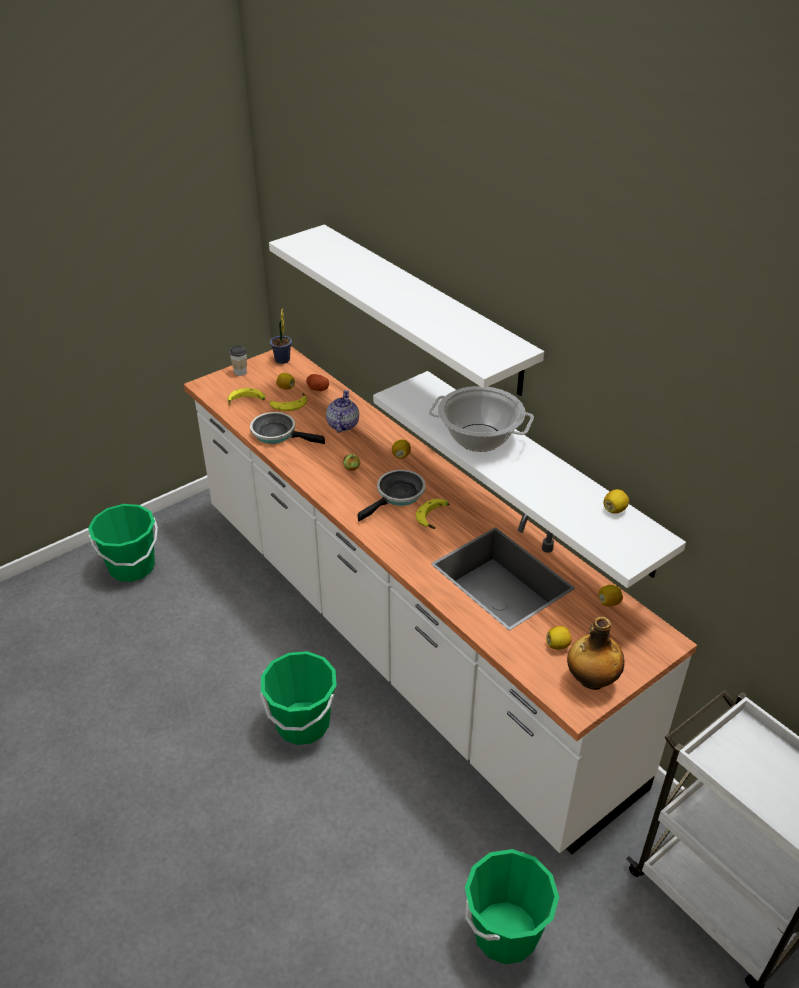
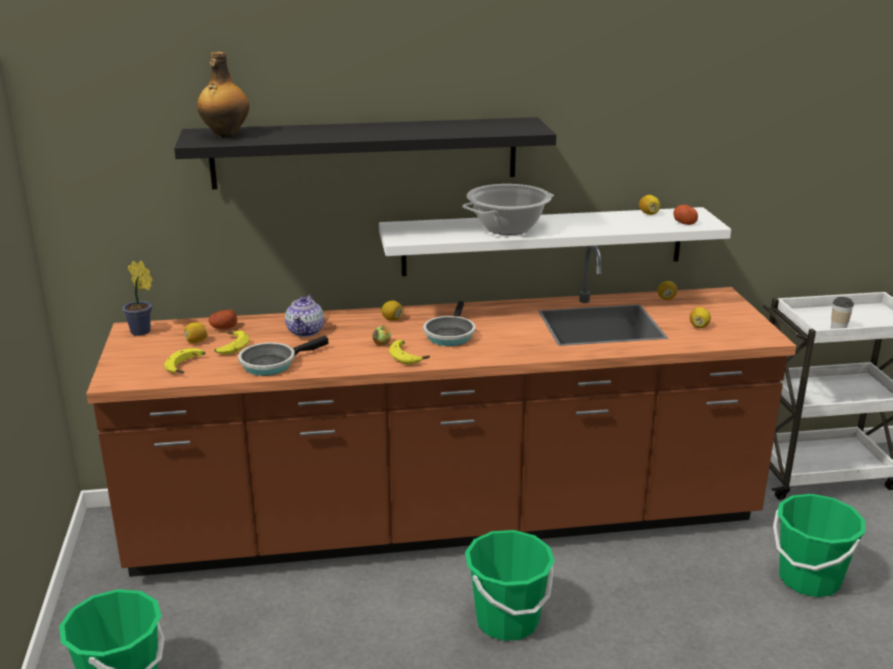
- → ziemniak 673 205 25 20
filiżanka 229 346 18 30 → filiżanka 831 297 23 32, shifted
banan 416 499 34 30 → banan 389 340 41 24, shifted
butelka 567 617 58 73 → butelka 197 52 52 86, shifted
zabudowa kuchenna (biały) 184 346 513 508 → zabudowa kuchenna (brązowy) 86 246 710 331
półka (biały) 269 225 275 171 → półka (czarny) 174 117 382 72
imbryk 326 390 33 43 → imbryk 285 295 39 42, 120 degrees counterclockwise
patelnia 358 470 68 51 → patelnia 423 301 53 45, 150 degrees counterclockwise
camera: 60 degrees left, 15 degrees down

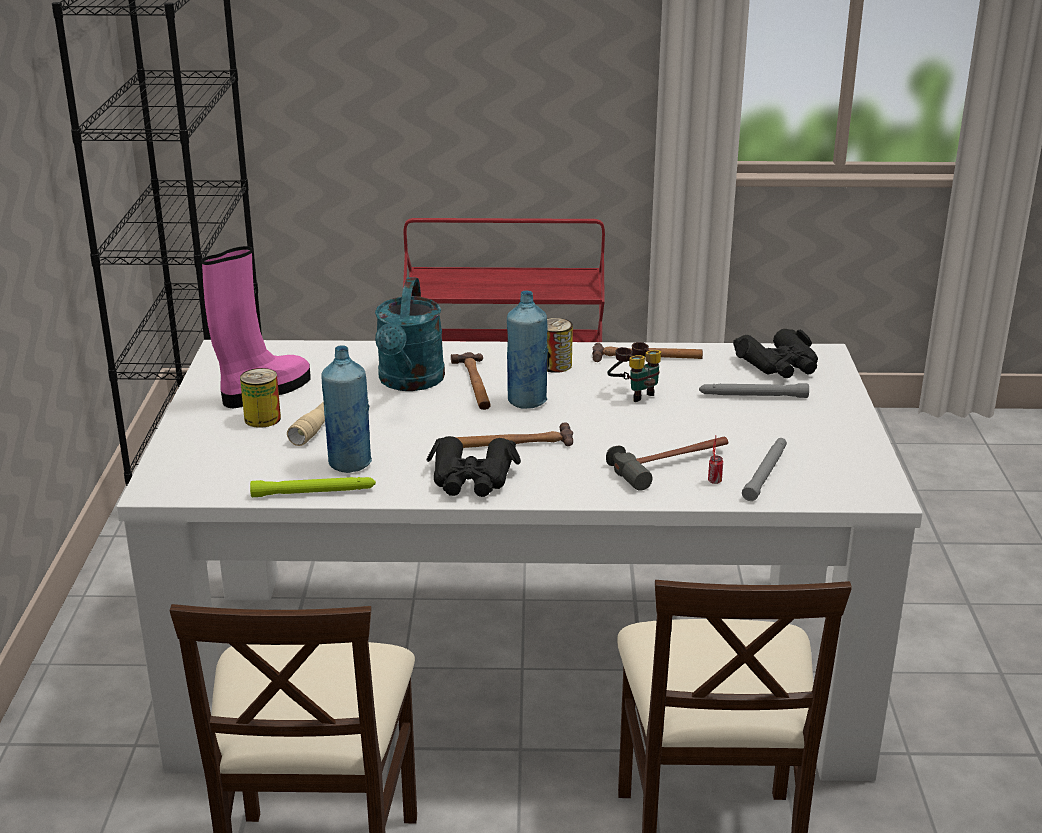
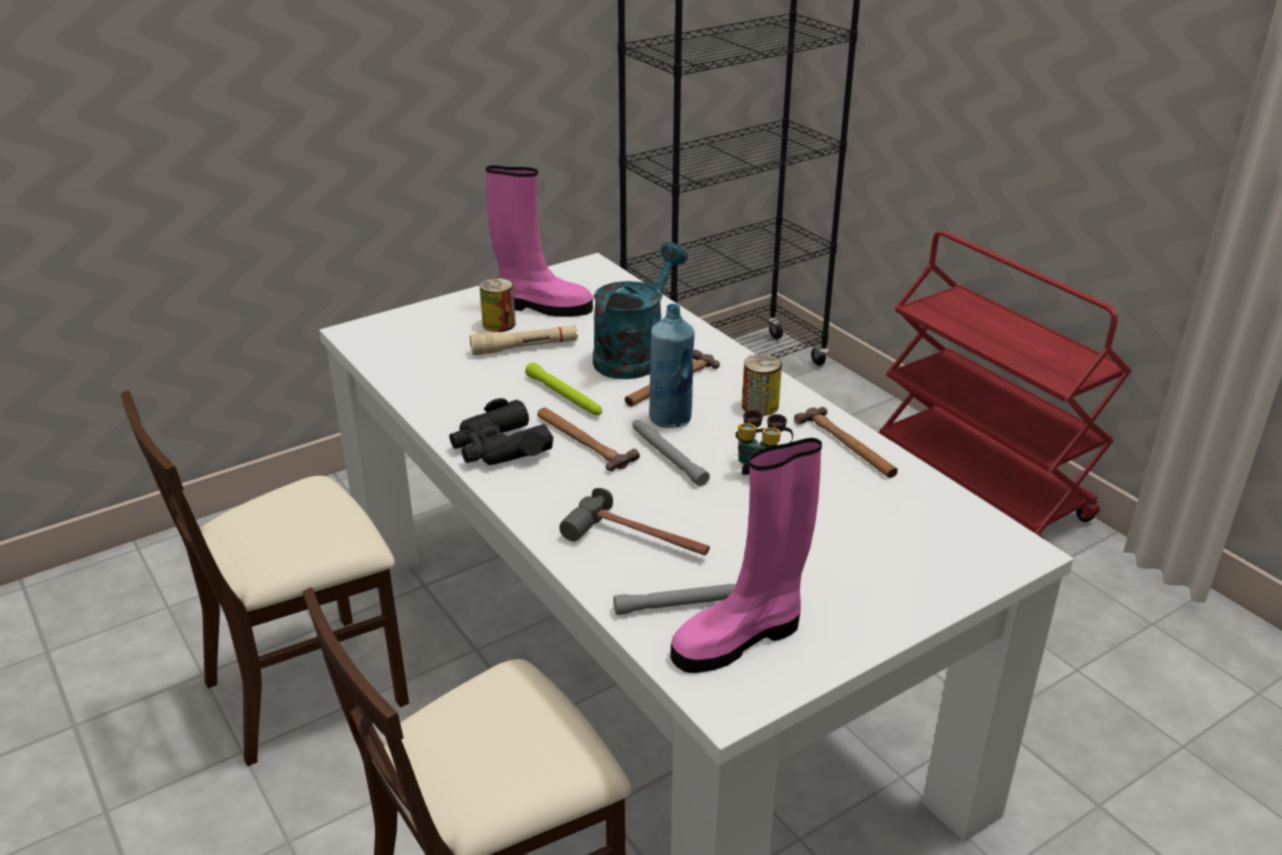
butelka (niebieski) 321 346 51 127 → -
puszka 708 437 15 47 → -
lornetka (czarny) 733 329 85 49 → -
- → but z cholewką (różowy) 671 438 151 235
latarka (zielony) 250 477 126 20 → latarka (zielony) 525 362 77 53, shifted
latarka (szary) 699 383 110 15 → latarka (szary) 632 420 78 66, shifted
konewka (turkusowy) 375 277 70 114 → konewka (turkusowy) 593 242 95 137, 150 degrees clockwise
camera: 55 degrees right, 5 degrees up

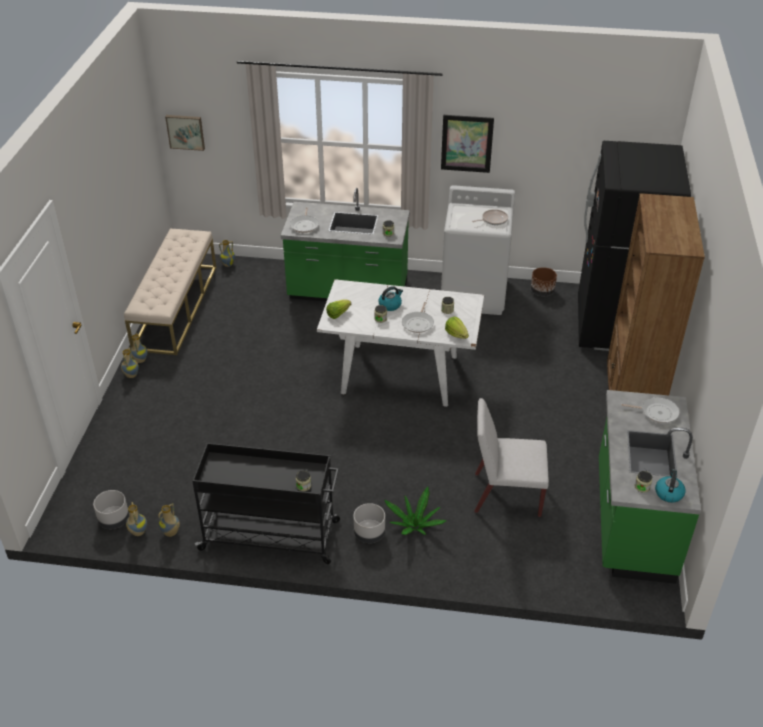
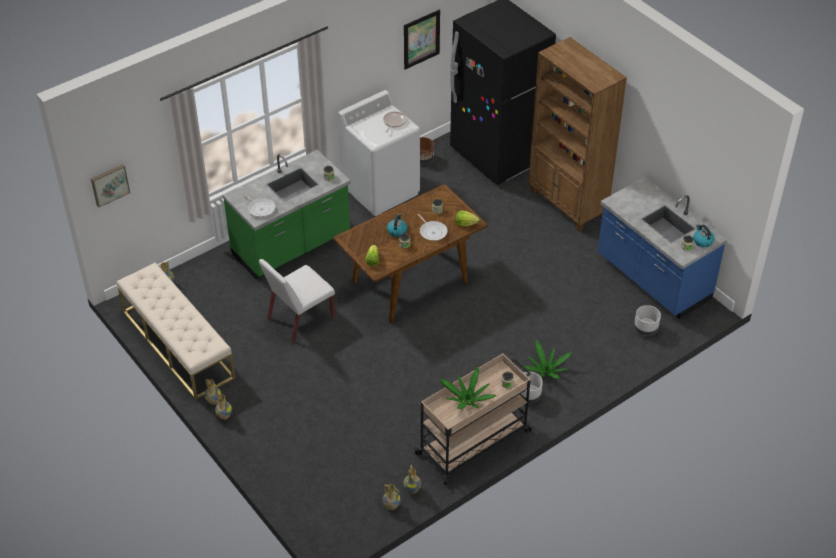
patelnia 621 397 59 26 → -
- → roślina doniczkowa 440 366 56 43
donica (szary) 93 490 36 39 → donica (szary) 634 305 27 31, shifted
obraz 441 115 53 58 → obraz 404 10 36 59, shifted
krzesło (biały) 474 398 75 119 → krzesło (biały) 259 259 76 84, shifted
wózek (czarny) 192 443 148 121 → wózek (beżowy) 414 354 118 131
stół jadalny (biały) 317 279 167 128 → stół jadalny (brązowy) 333 184 155 139
zabudowa kuchenna (zielony) 599 390 102 194 → zabudowa kuchenna (niebieski) 598 177 129 142
camera: 45 degrees left, 5 degrees up

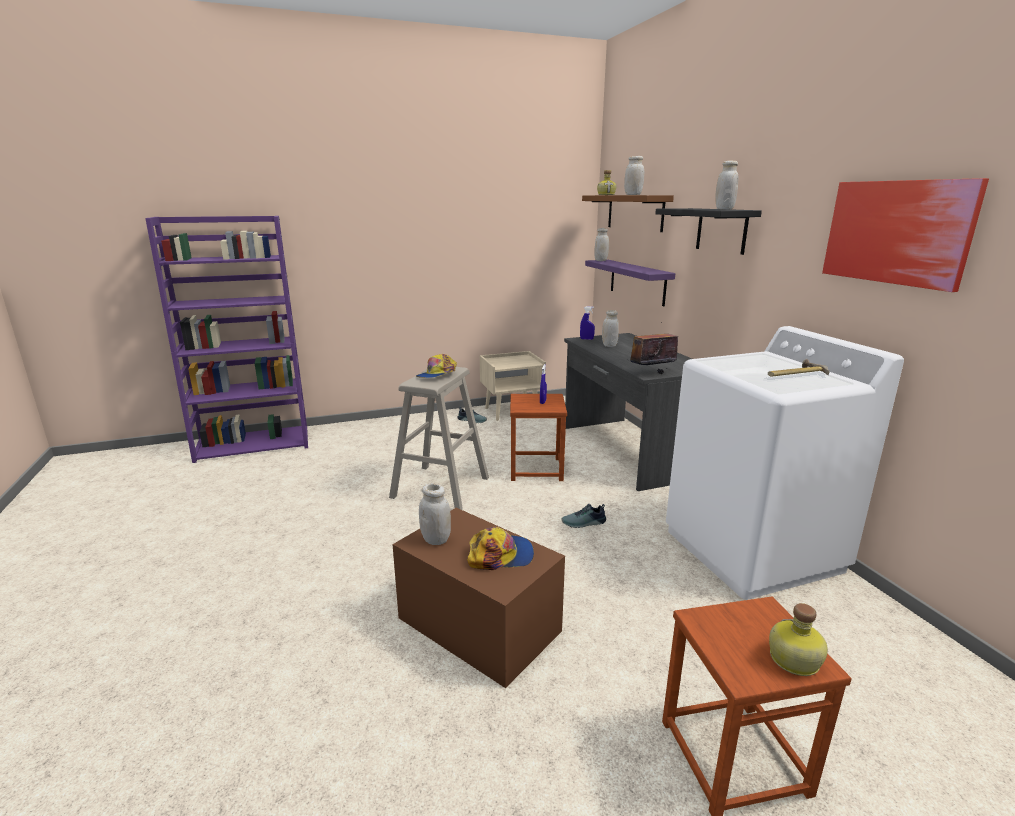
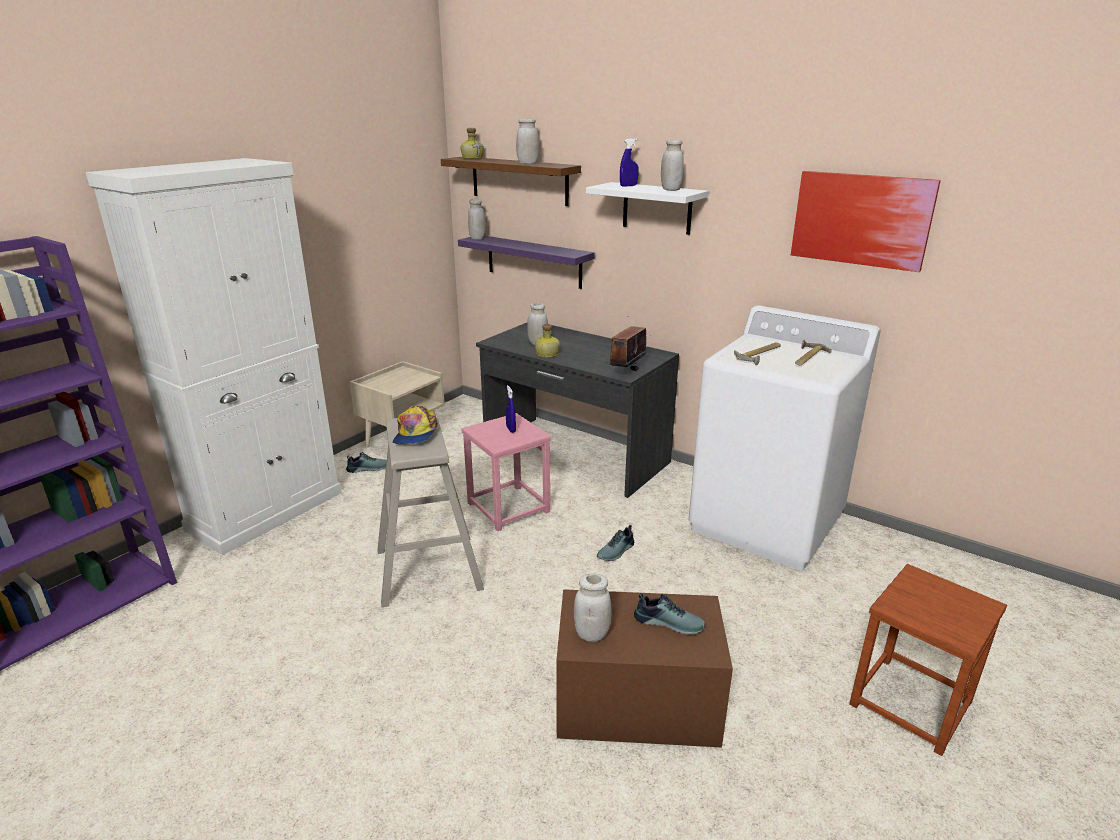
- → szafka (biały) 86 158 256 397
- → młotek 734 342 47 23
spryskiwacz (niebieski) 580 306 15 34 → spryskiwacz (niebieski) 620 138 19 49, shifted
butelka 769 603 59 73 → butelka 535 324 25 34, shifted
czapka z daszkiem 467 527 67 43 → but 634 593 71 42
stołek (brązowy) 510 394 57 87 → stołek (różowy) 462 413 89 118
półka (czarny) 655 208 107 47 → półka (biały) 586 182 123 53
camera: 35 degrees left, 5 degrees up

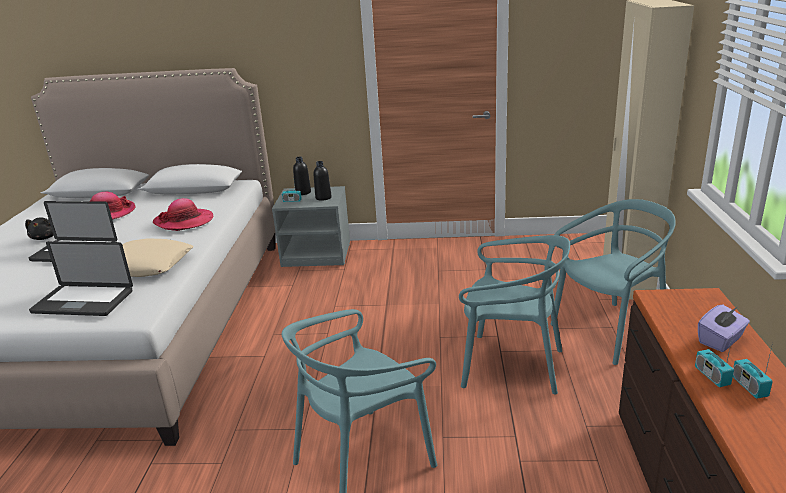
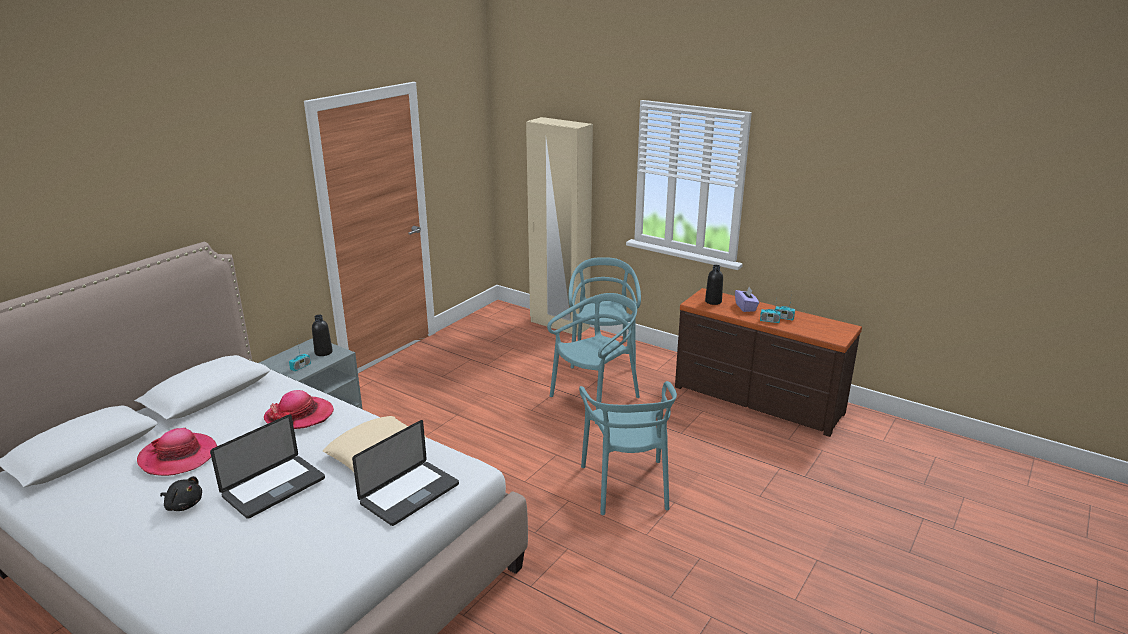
butelka (czarny) 293 157 18 38 → butelka (czarny) 705 265 18 40, shifted
camera: 60 degrees left, 0 degrees up

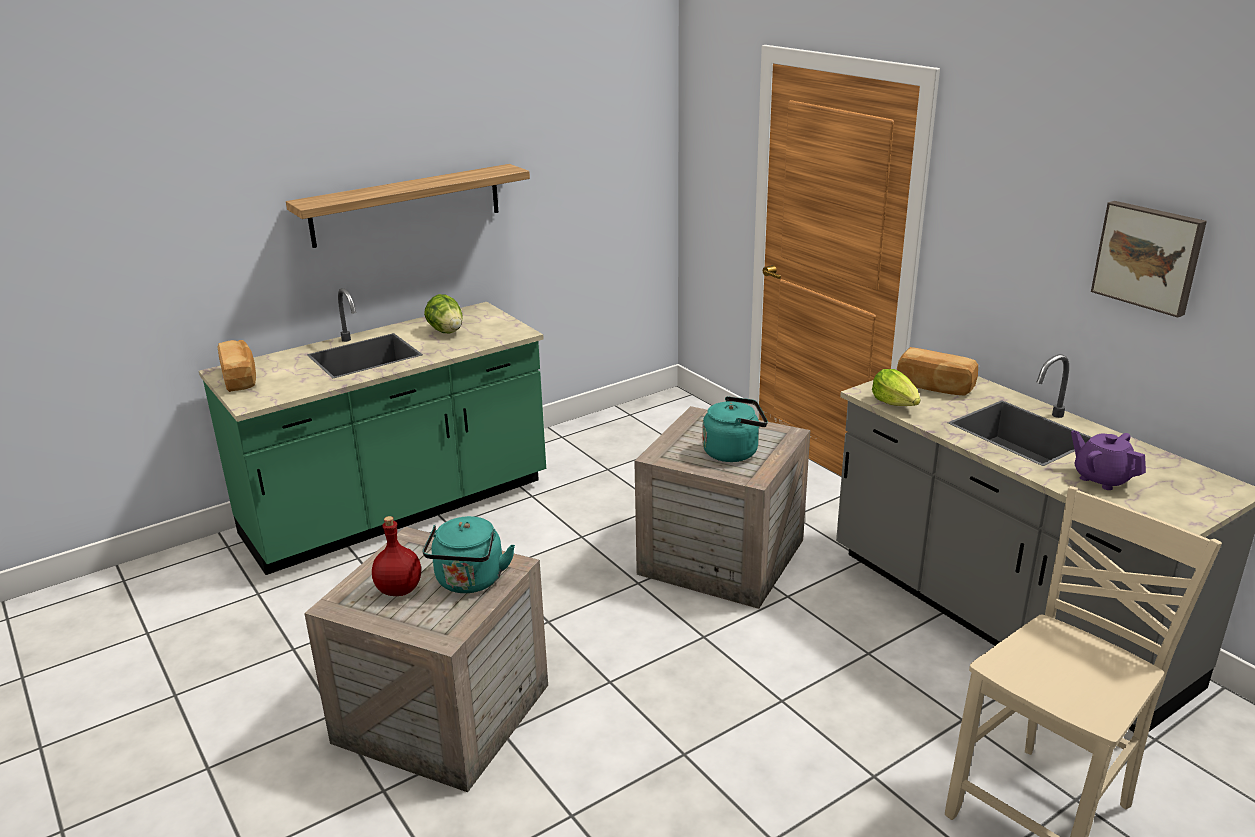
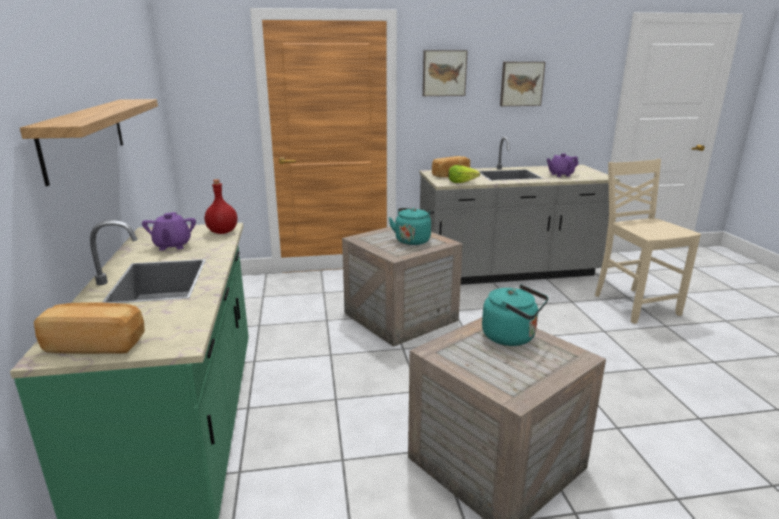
- → obraz 423 50 45 46
butelka (czerwony) 372 516 49 80 → butelka (czerwony) 205 179 32 55, shifted
sałata 424 294 39 39 → imbryk (fioletowy) 142 212 54 39
camera: 65 degrees left, 5 degrees down

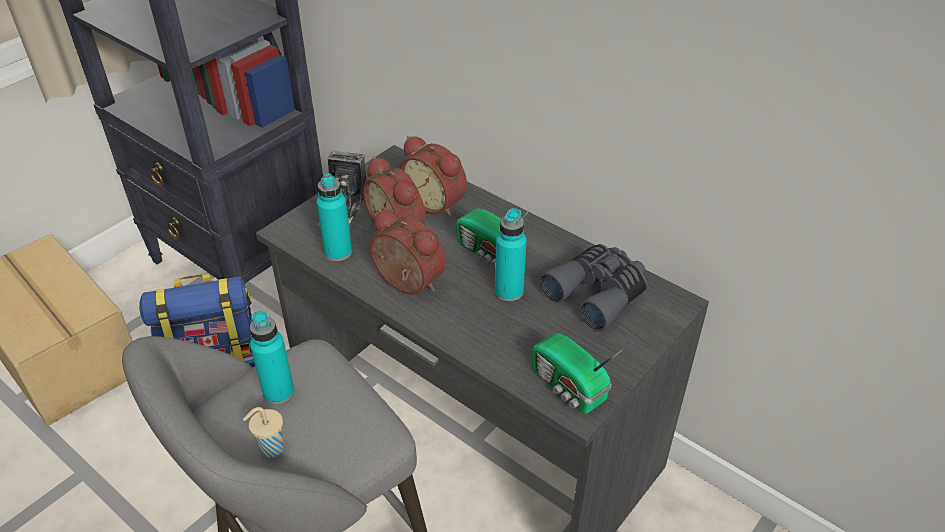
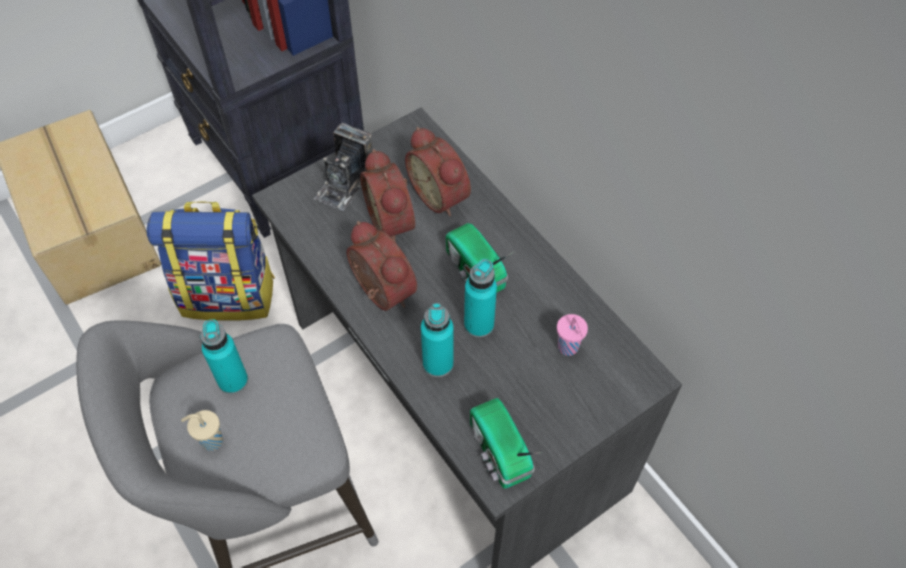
butelka (turkusowy) 317 174 35 87 → butelka (turkusowy) 421 303 33 74, shifted
lornetka (szary) 539 244 109 87 → filiżanka (różowy) 557 314 31 42
camera: 15 degrees right, 15 degrees up

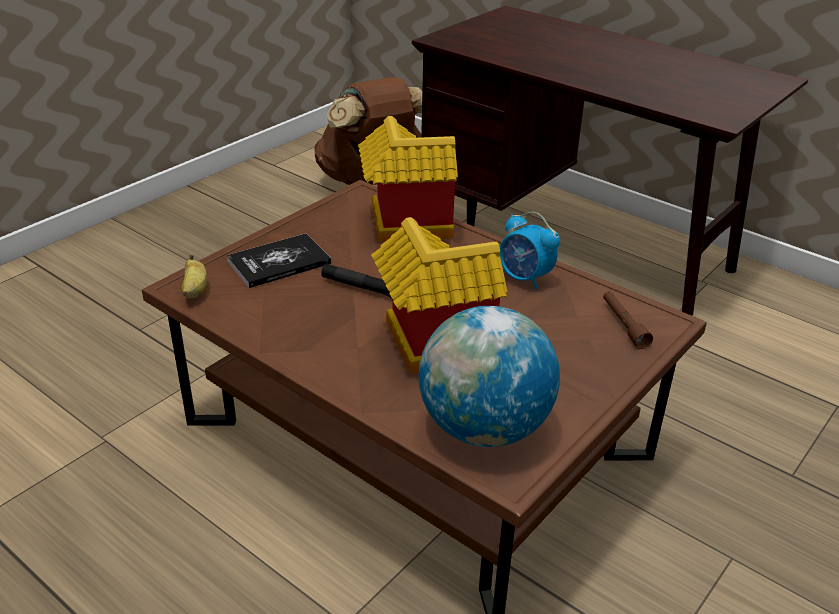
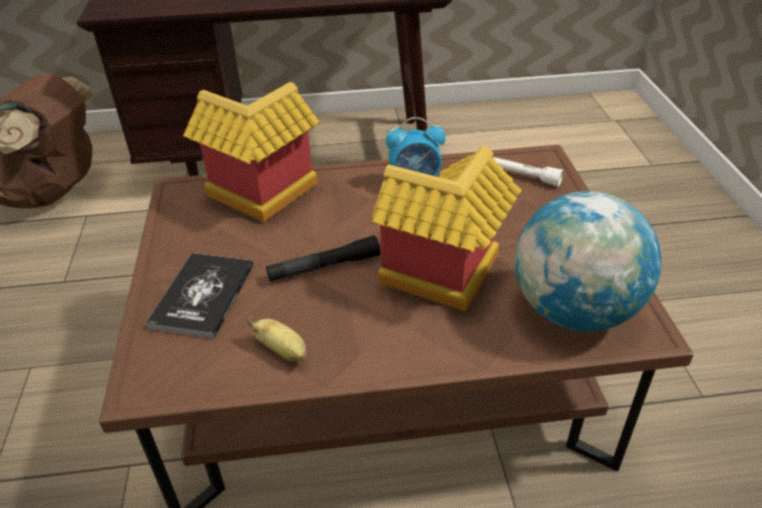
banan 182 255 25 44 → banan 248 317 58 45, shifted
latarka (brązowy) 603 291 50 58 → latarka (biały) 493 157 71 30
camera: 45 degrees left, 5 degrees up

